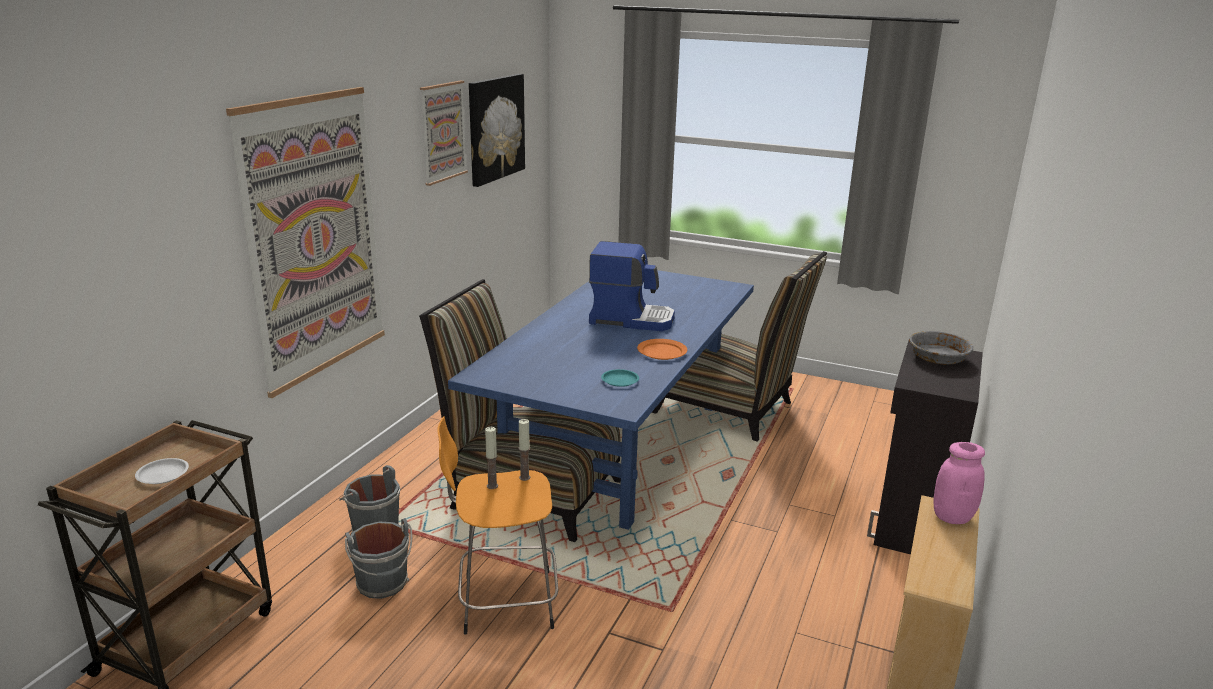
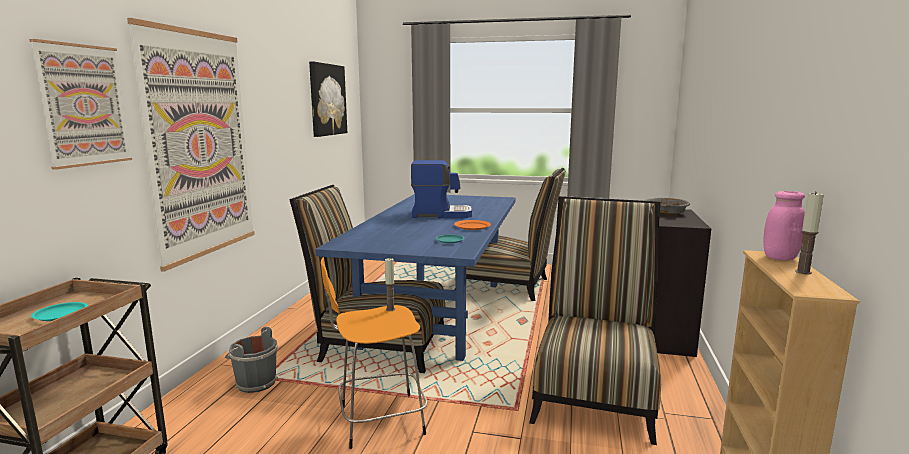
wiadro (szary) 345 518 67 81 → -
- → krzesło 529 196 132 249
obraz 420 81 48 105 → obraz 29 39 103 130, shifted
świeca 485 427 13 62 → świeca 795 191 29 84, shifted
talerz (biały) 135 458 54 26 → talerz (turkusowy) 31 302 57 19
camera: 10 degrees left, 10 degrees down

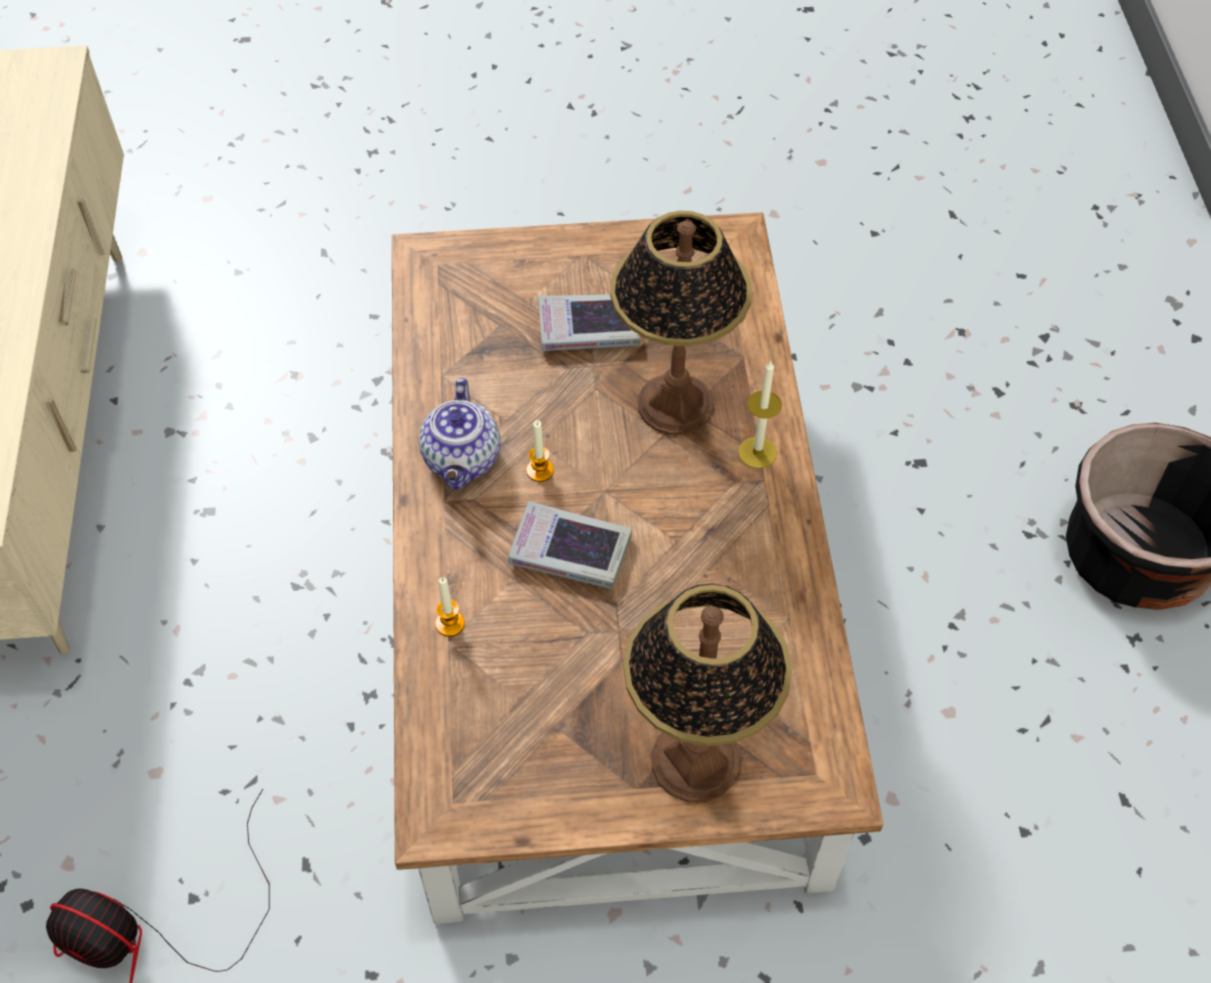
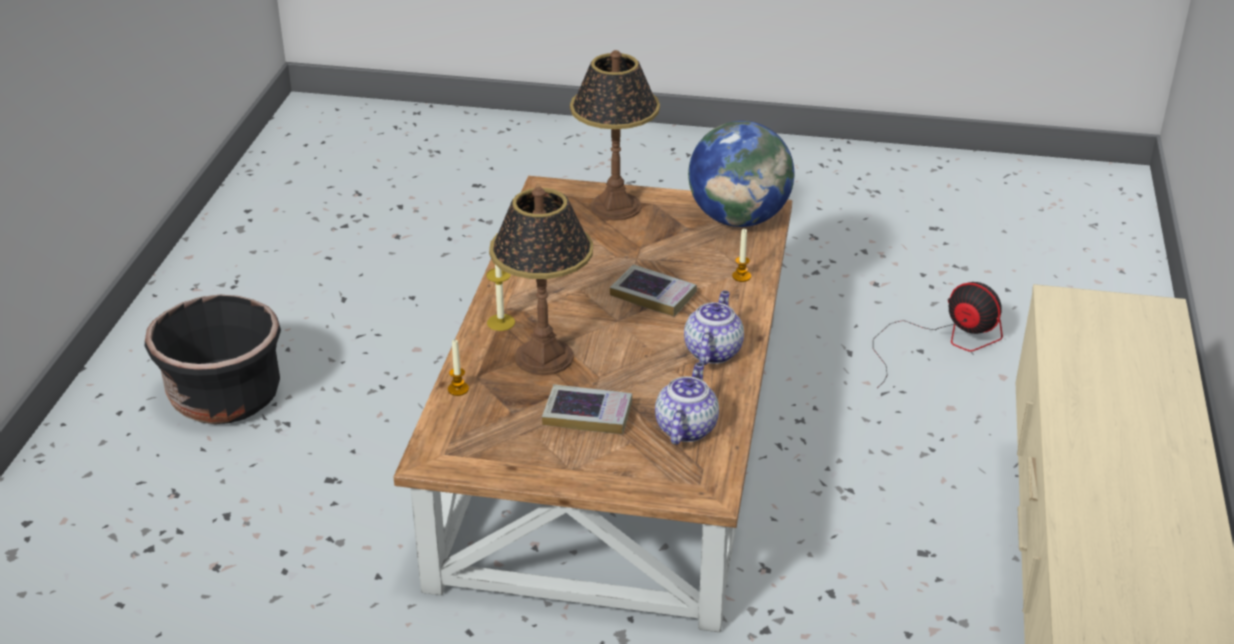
- → imbryk 655 362 64 83
- → globus 688 121 106 106
świeca 526 420 28 62 → świeca 448 340 21 56, shifted
camera: 165 degrees left, 20 degrees down

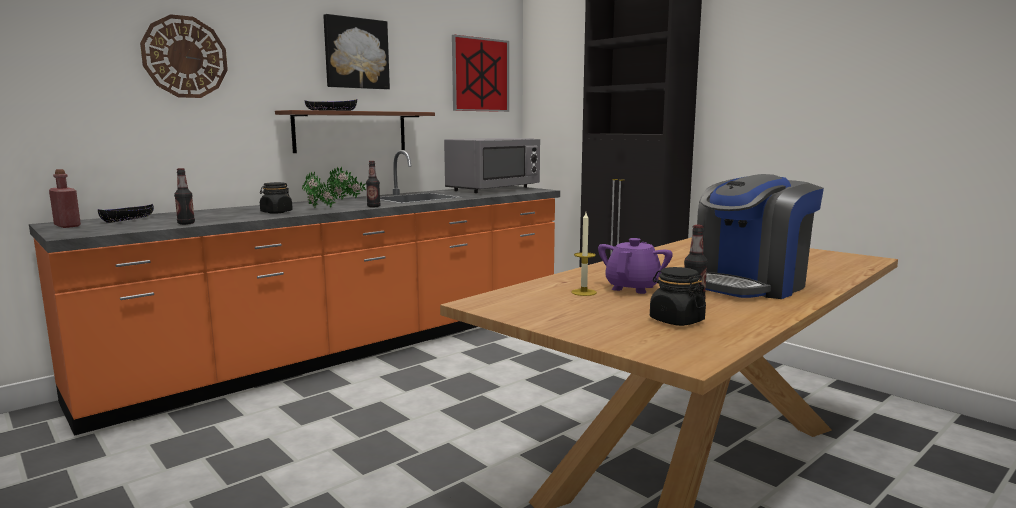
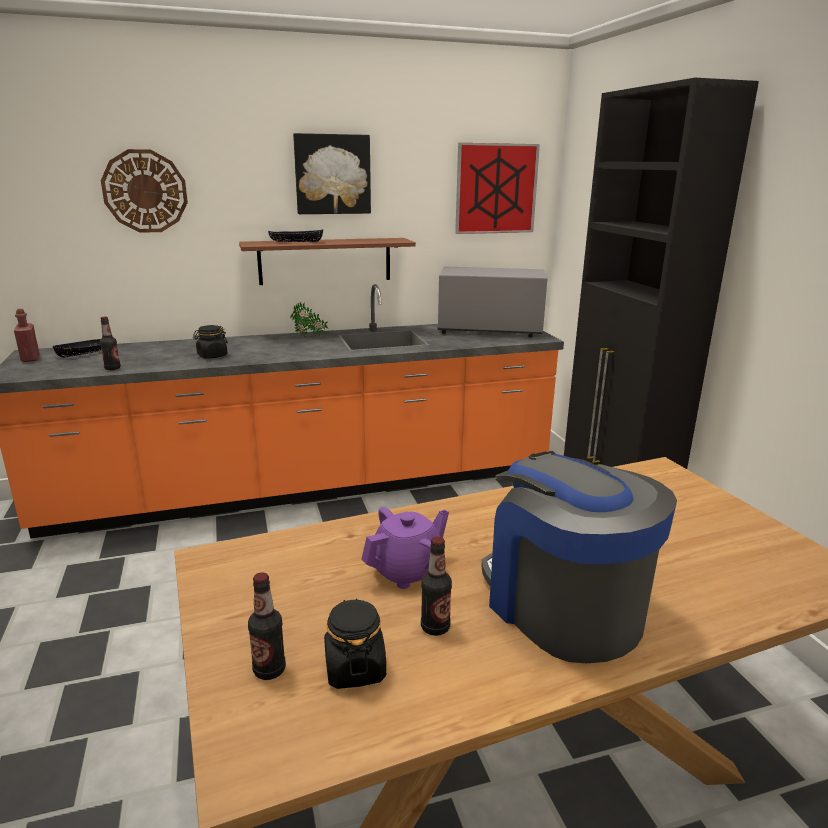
roślina doniczkowa 302 171 35 37 → -
świeca 571 212 26 84 → -
butelka 366 161 15 46 → butelka 248 572 38 108, shifted
mikrofalówka (szary) 444 138 96 55 → mikrofalówka (szary) 437 266 110 71, 150 degrees counterclockwise
ekspres do kawy 697 174 127 125 → ekspres do kawy 481 452 196 211, 75 degrees clockwise
camera: 25 degrees right, 10 degrees up

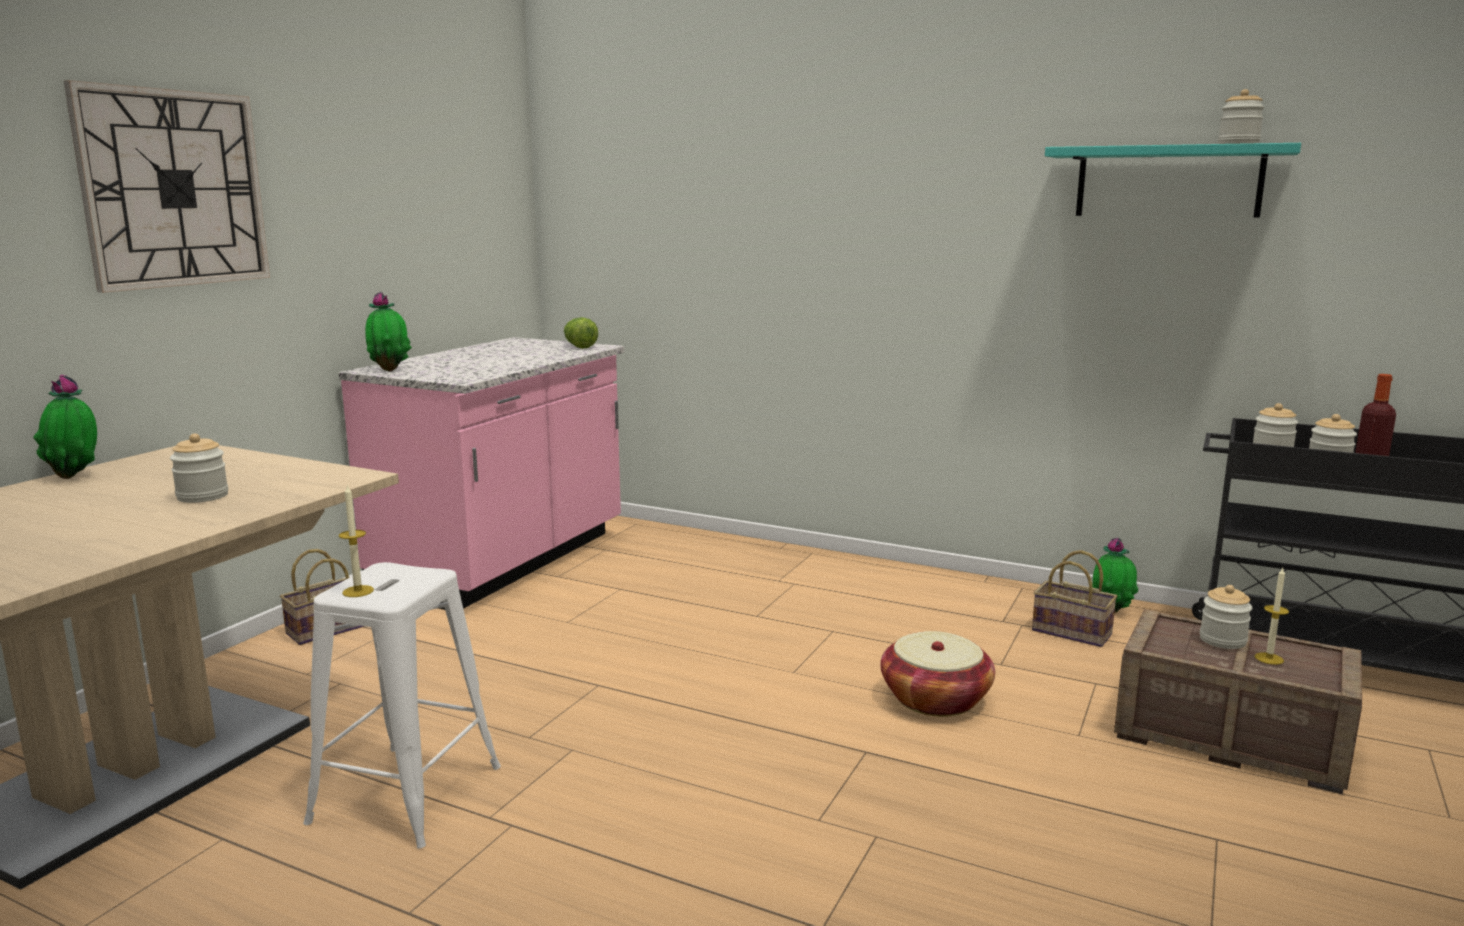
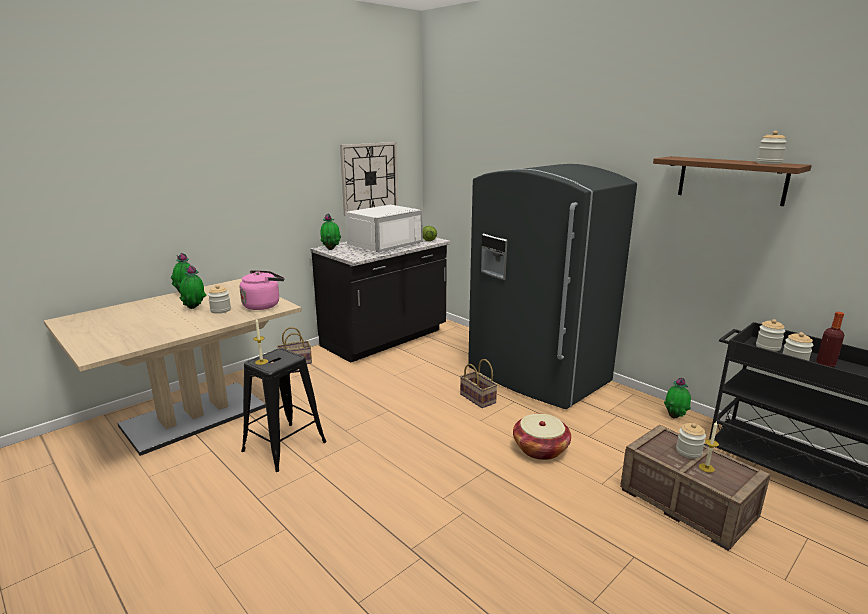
- → roślina doniczkowa 179 265 28 44
- → czajnik (różowy) 240 270 44 40
- → mikrofalówka (biały) 345 205 78 47
- → lodówka (szary) 468 164 169 245
zegar ścienny 64 80 206 213 → zegar ścienny 340 142 58 74, shifted
koszyk 1032 550 85 97 → koszyk 460 359 38 49, shifted
stołek (biały) 303 562 198 287 → stołek (czarny) 241 348 86 124
zabudowa kuchenna (różowy) 339 337 285 273 → zabudowa kuchenna (czarny) 310 238 140 125
półka (turkusowy) 1045 143 256 75 → półka (brązowy) 653 156 159 50
camera: 20 degrees right, 5 degrees up

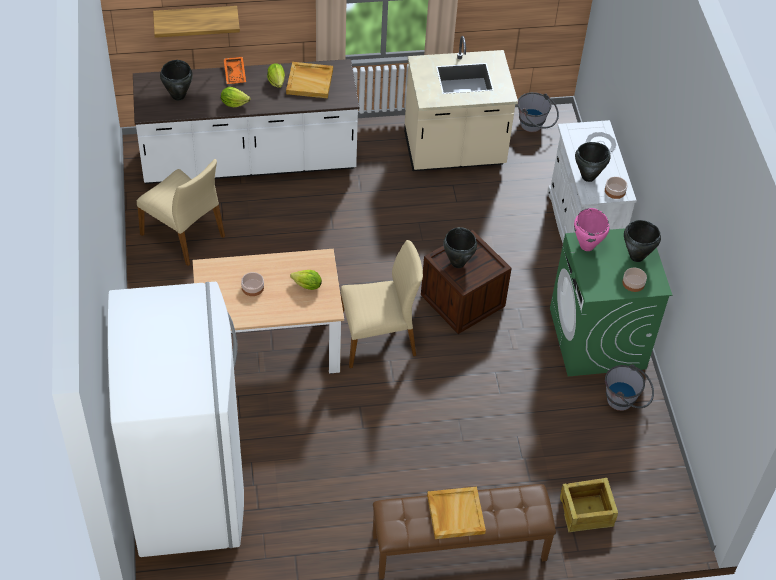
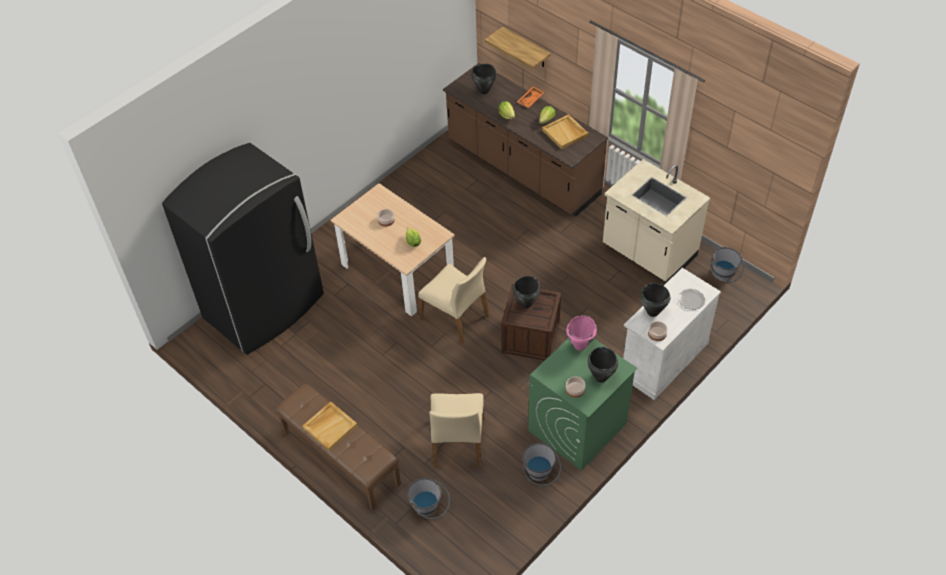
krzesło (beżowy) 137 159 88 107 → krzesło (beżowy) 429 393 55 75, shifted
skrzynka 560 478 58 54 → wiadro (szary) 407 478 43 42
lodówka (biały) 107 282 137 275 → lodówka (czarny) 162 143 162 212
zabudowa kuchenna (biały) 133 59 226 125 → zabudowa kuchenna (brązowy) 443 63 165 154
camera: 55 degrees right, 0 degrees up

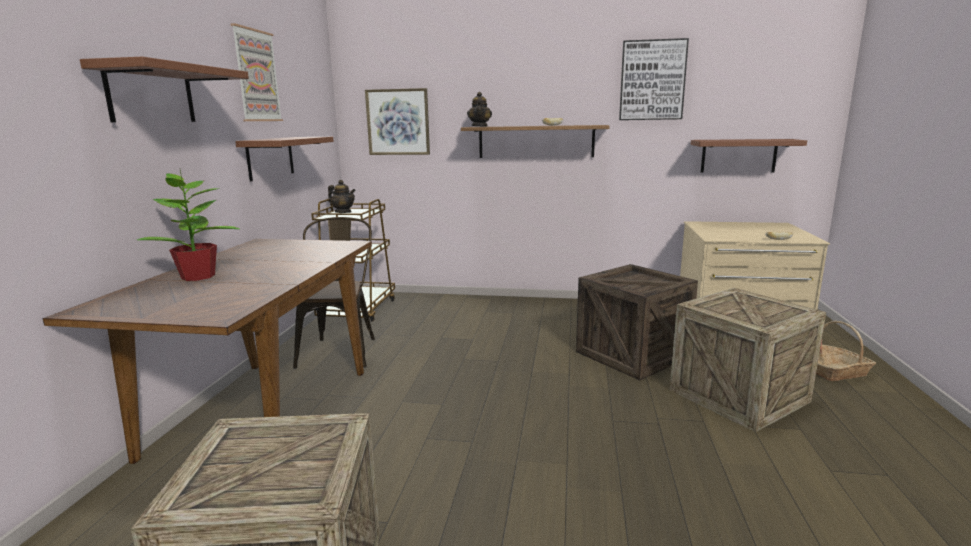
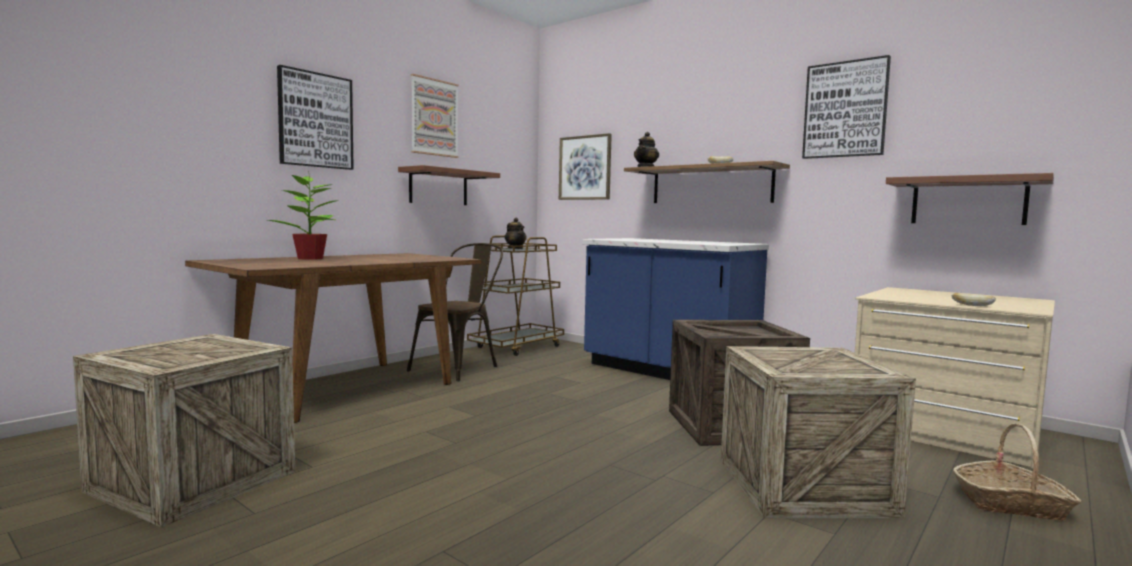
- → zabudowa kuchenna (niebieski) 582 238 187 142
półka (brązowy) 80 57 169 65 → obraz 277 65 77 105
camera: 30 degrees right, 10 degrees down

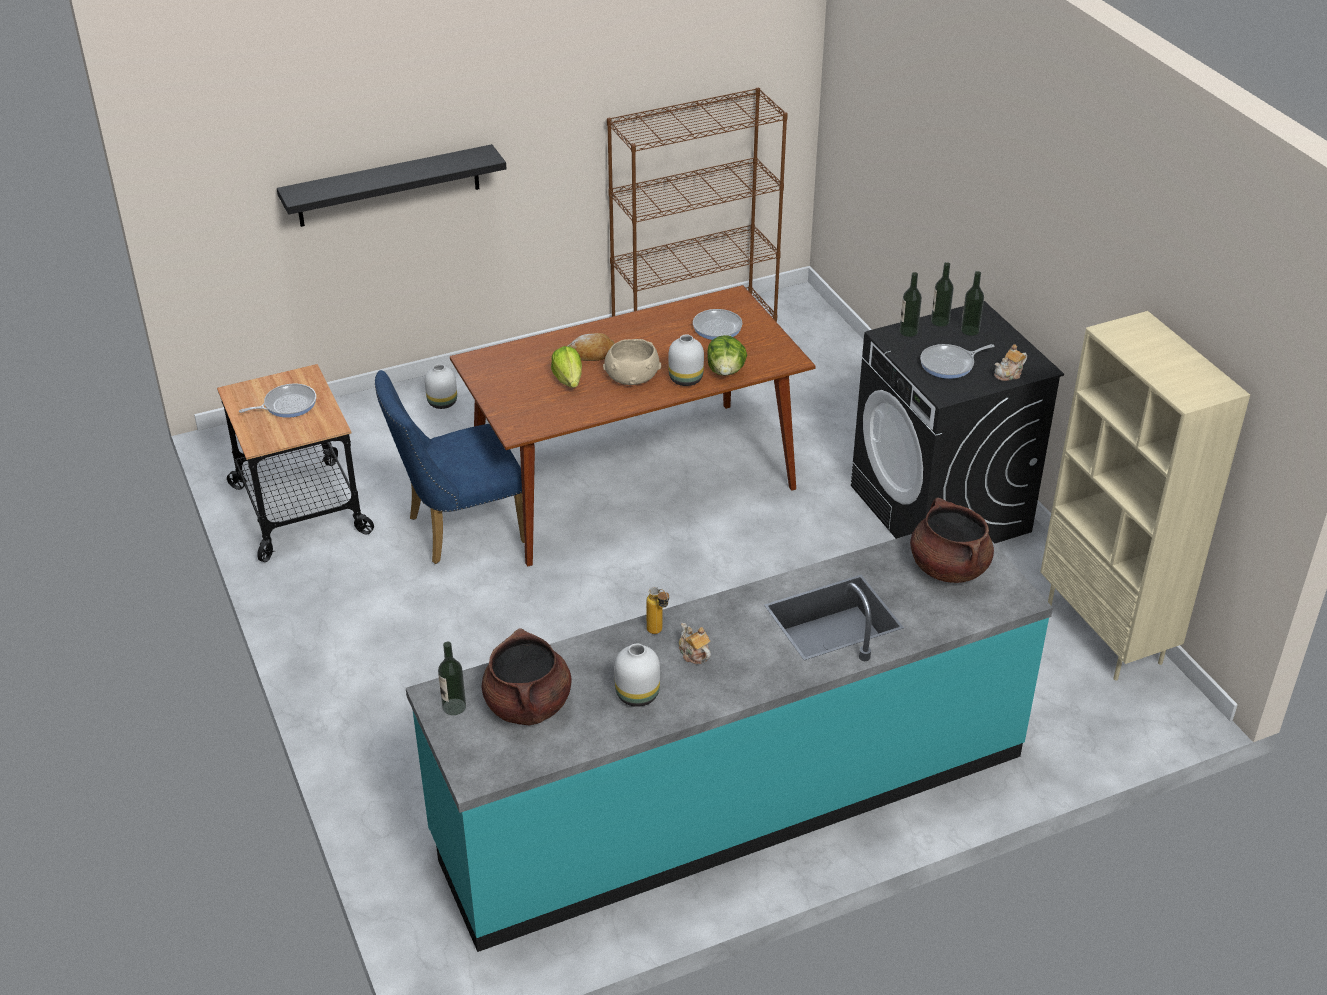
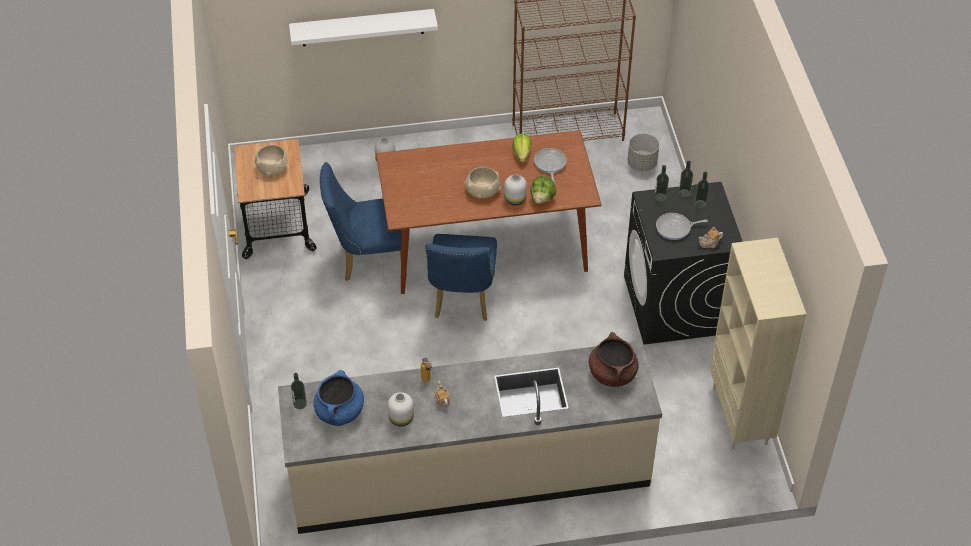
chleb 567 333 48 28 → -
- → krzesło (niebieski) 425 234 72 87
- → donica (szary) 627 133 32 39
sałata 551 346 31 42 → sałata 513 134 19 28, shifted
patelnia 239 384 77 34 → miska (beżowy) 254 145 34 31
półka (czarny) 277 144 229 83 → półka (biały) 289 9 149 37
zabudowa kuchenna (turkusowy) 406 534 647 418 → zabudowa kuchenna (beżowy) 278 341 384 193
garnek (brązowy) 482 628 89 97 → garnek (niebieski) 314 370 50 56
camera: 15 degrees right, 10 degrees up

